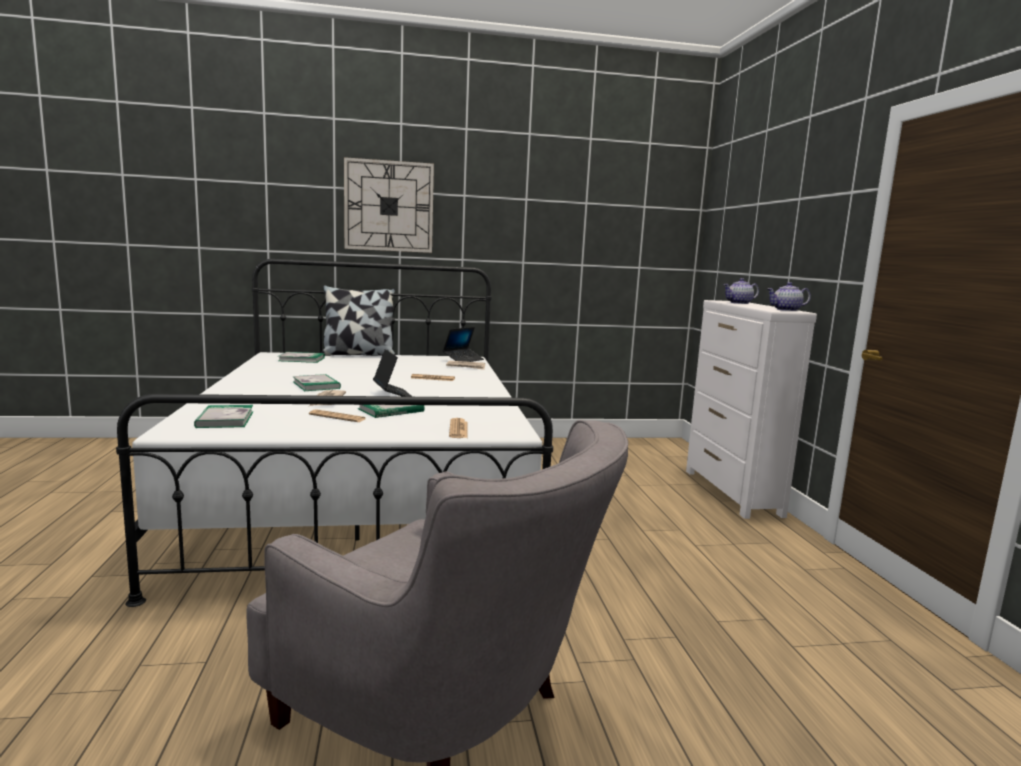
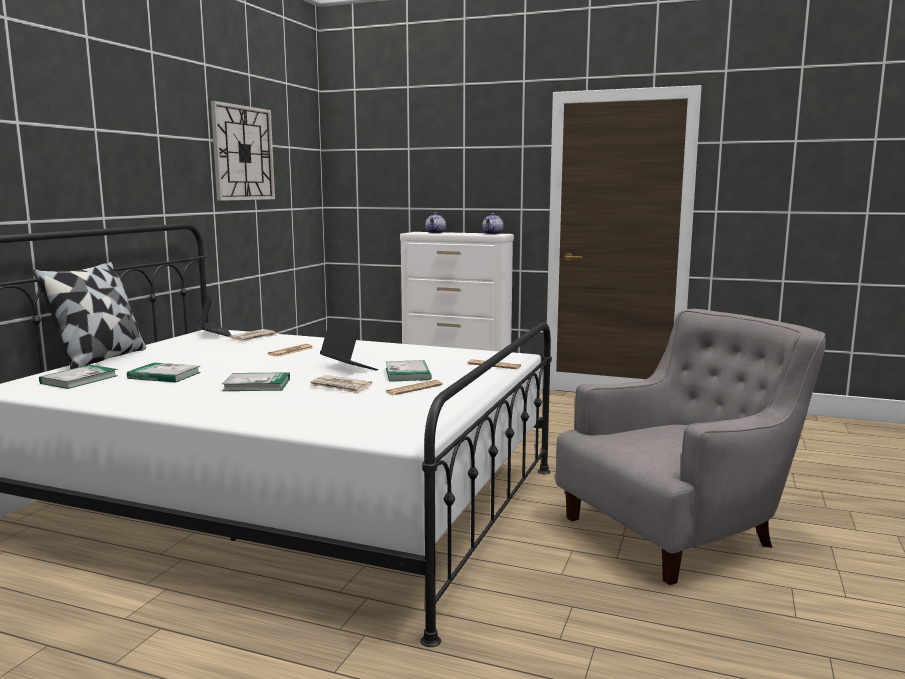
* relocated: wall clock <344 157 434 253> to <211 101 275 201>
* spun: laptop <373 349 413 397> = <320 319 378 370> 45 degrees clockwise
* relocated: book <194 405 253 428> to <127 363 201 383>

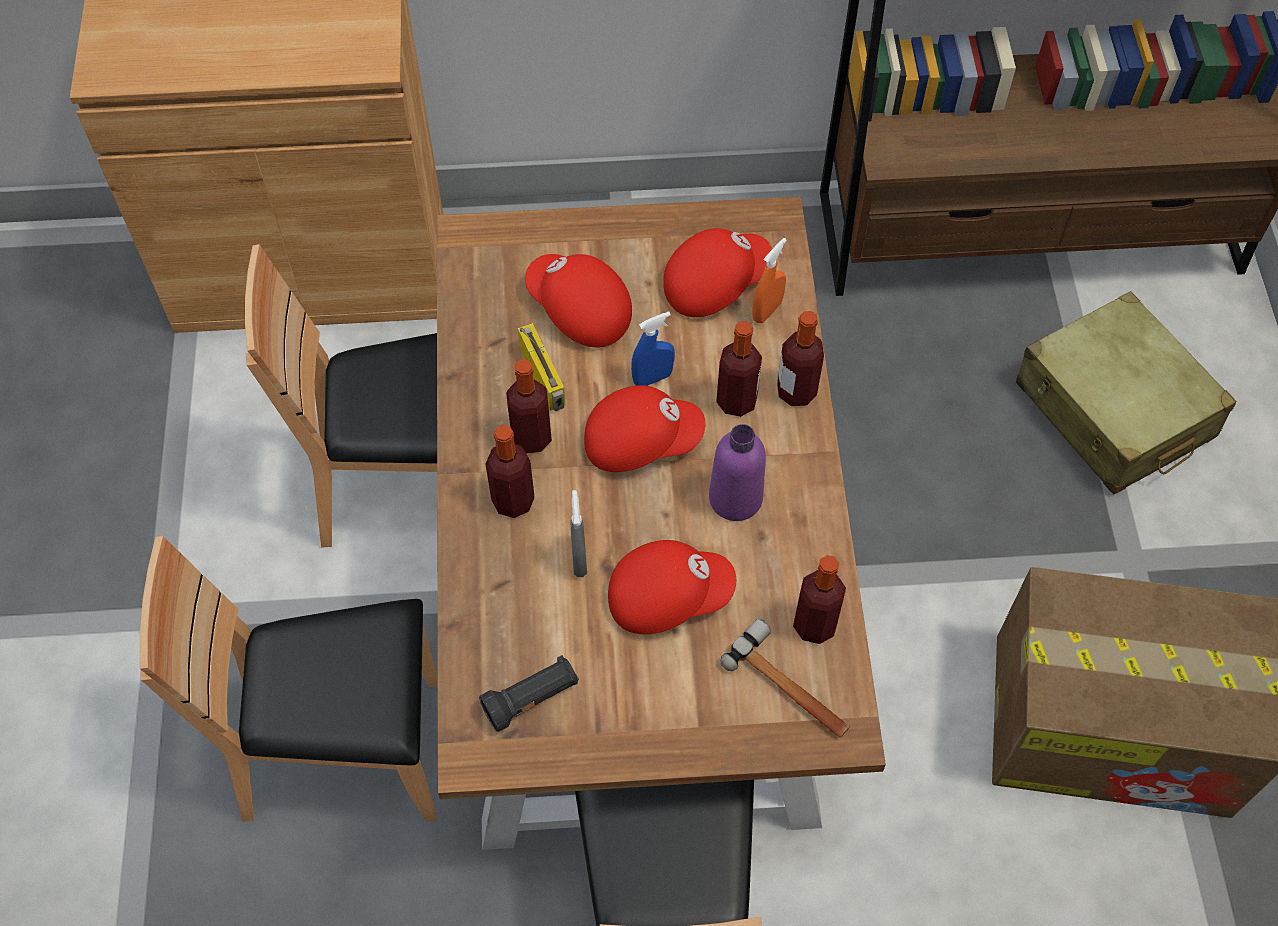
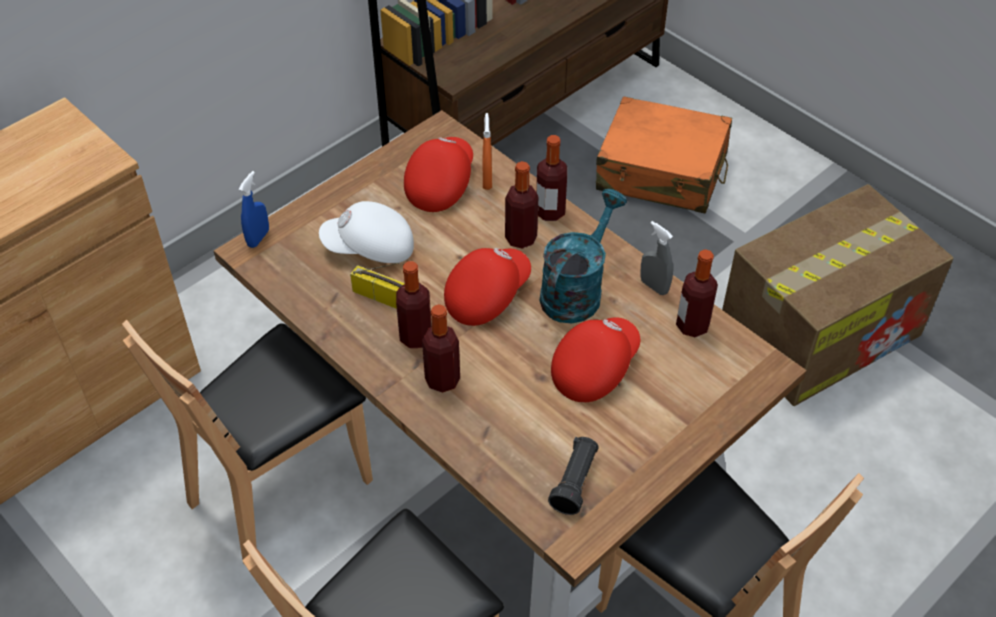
* colour: red cap <525 254 632 348> to white cap <319 201 414 263>
* colour: beige suitcase <1016 291 1237 495> to orange suitcase <596 96 732 213>
* relocated: blue spray bottle <631 312 675 386> to <238 171 269 248>
* exchanged: purple bottle <709 424 766 521> to turquoise watering can <540 189 627 324>
* relocated: grey spray bottle <571 490 587 577> to <640 221 673 295>
* missing: hammer <721 619 849 738>

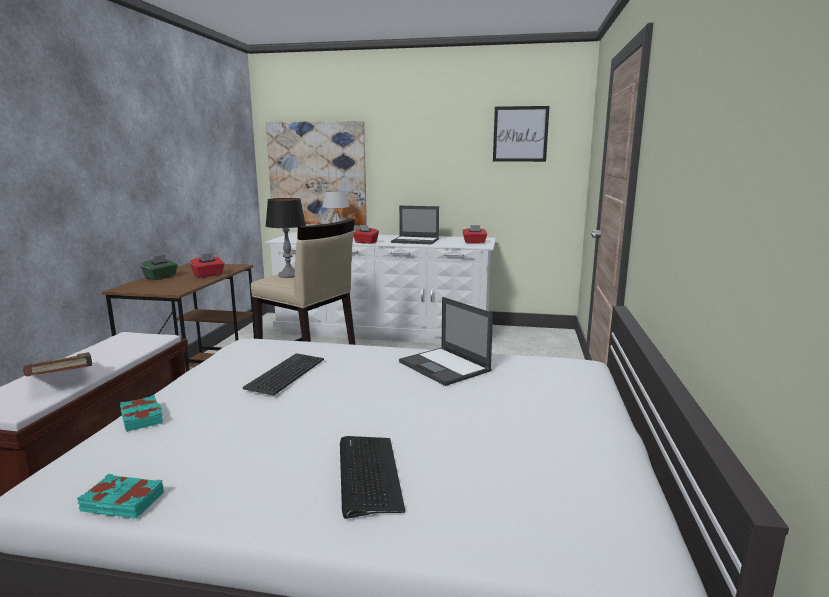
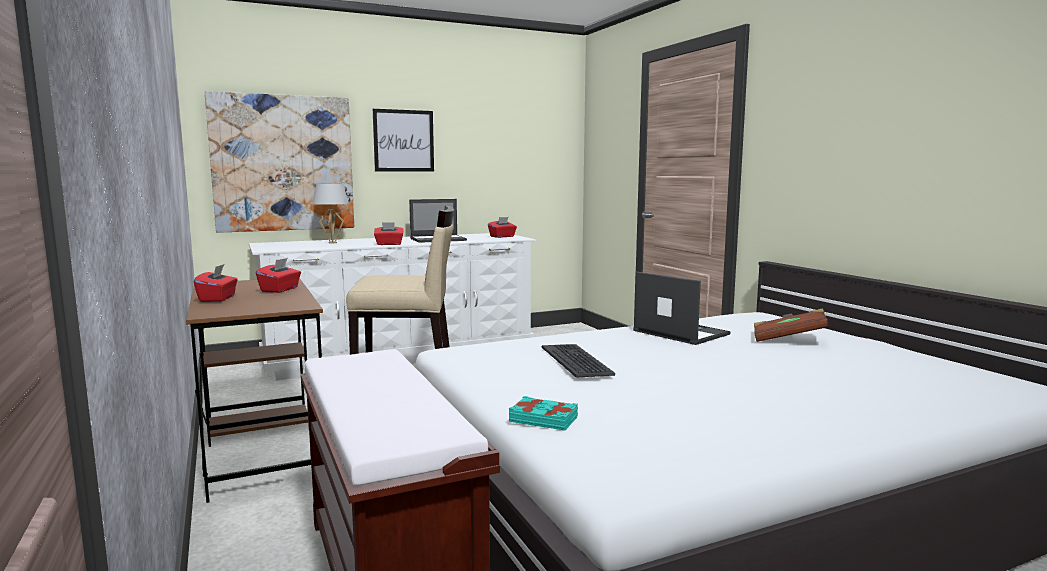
* relocated: picture <493 106 550 162> to <373 109 434 172>
* missing: table lamp <265 198 306 278>
* colour: green tissue box <140 255 178 280> to red tissue box <194 264 238 302>
* spun: laptop <399 297 493 386> = <633 272 731 345> 150 degrees counterclockwise
* relocated: brown book <23 352 92 377> to <754 308 829 342>
* missing: keyboard <340 436 405 519>
* missing: turquoise book <77 474 164 519>

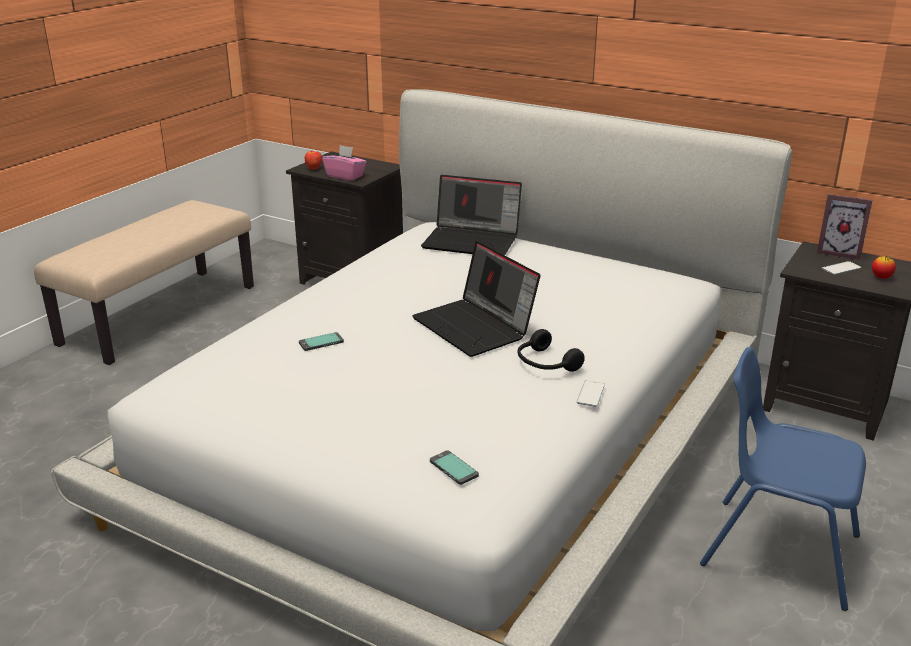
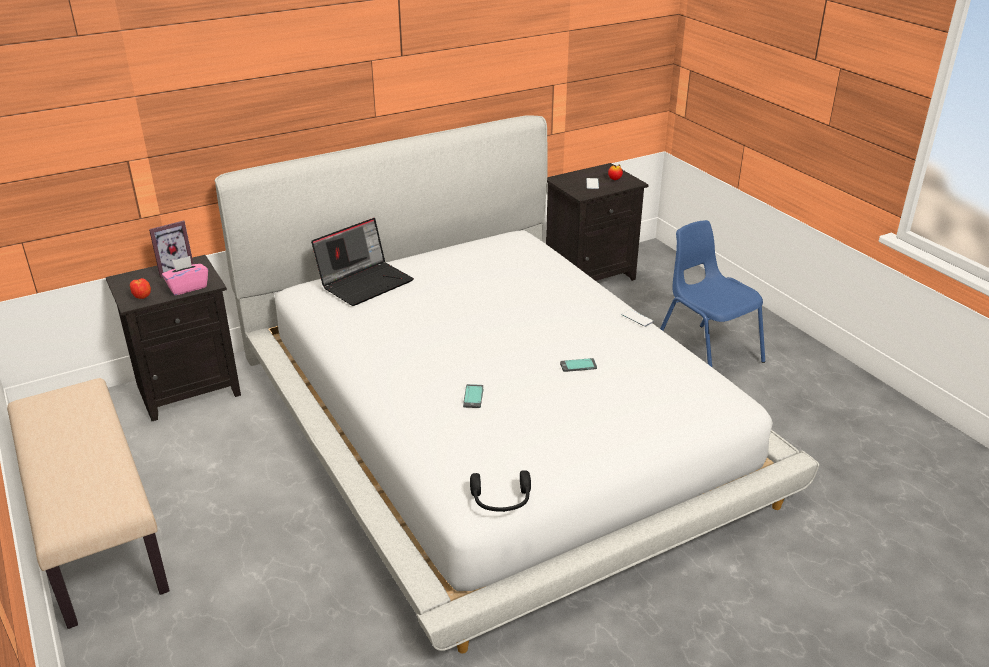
* relocated: picture frame <817 194 873 260> to <149 220 193 278>
* missing: laptop <412 241 540 357>
* relocated: black headphones <517 329 585 372> to <470 470 531 512>
* spun: blue chair <700 347 866 611> = <660 220 765 367> 90 degrees clockwise
* relocated: phone <430 450 479 485> to <560 358 597 372>

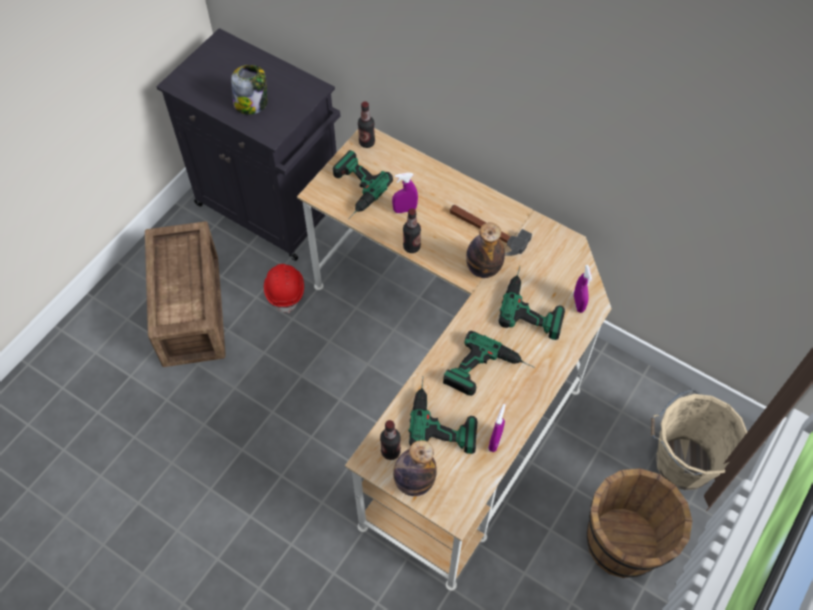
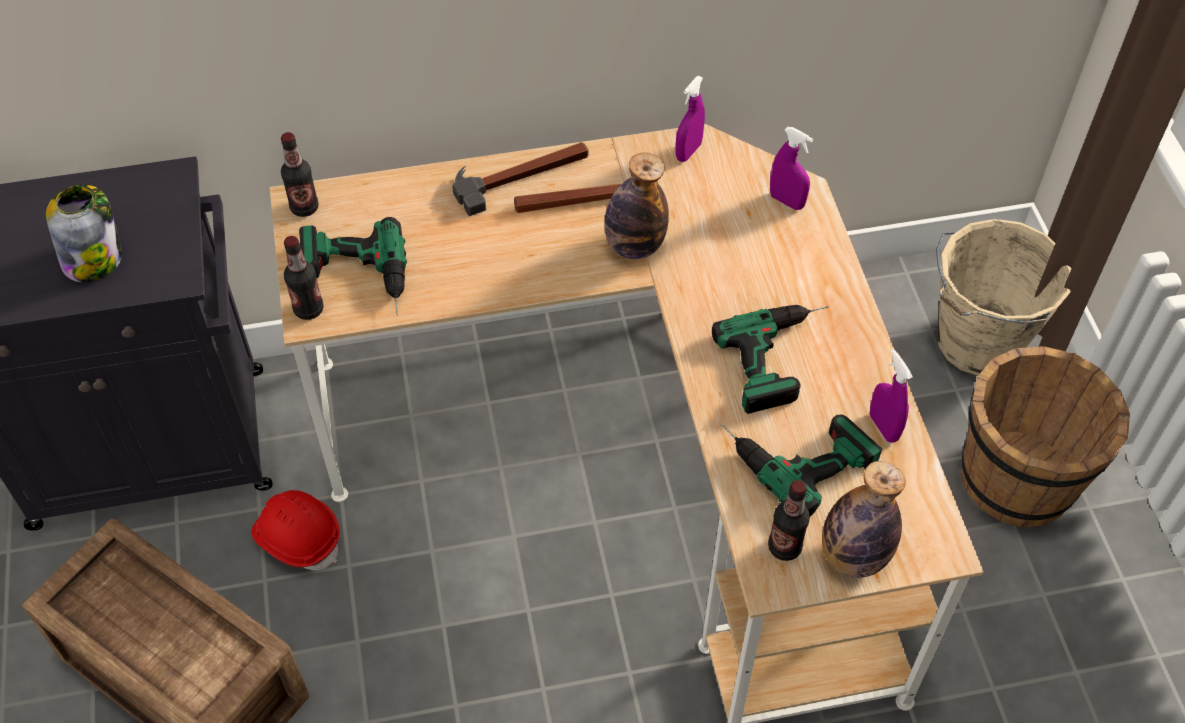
* relocated: purple spray bottle <392 173 418 213> to <675 76 705 162>
* relocated: bottle <403 208 421 253> to <284 236 324 320>
* missing: power drill <499 266 565 340>
* appeared: hammer <452 142 589 216>

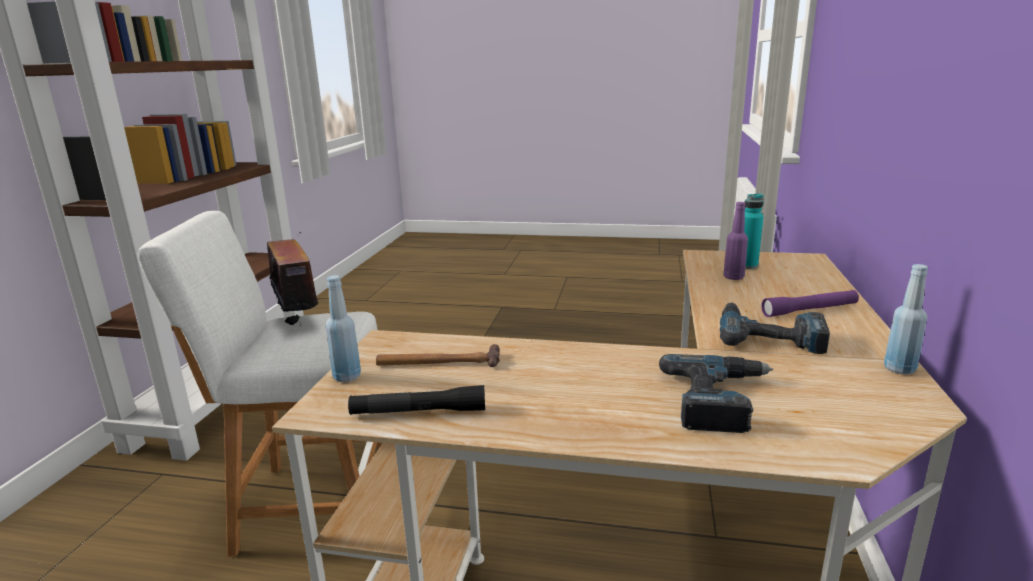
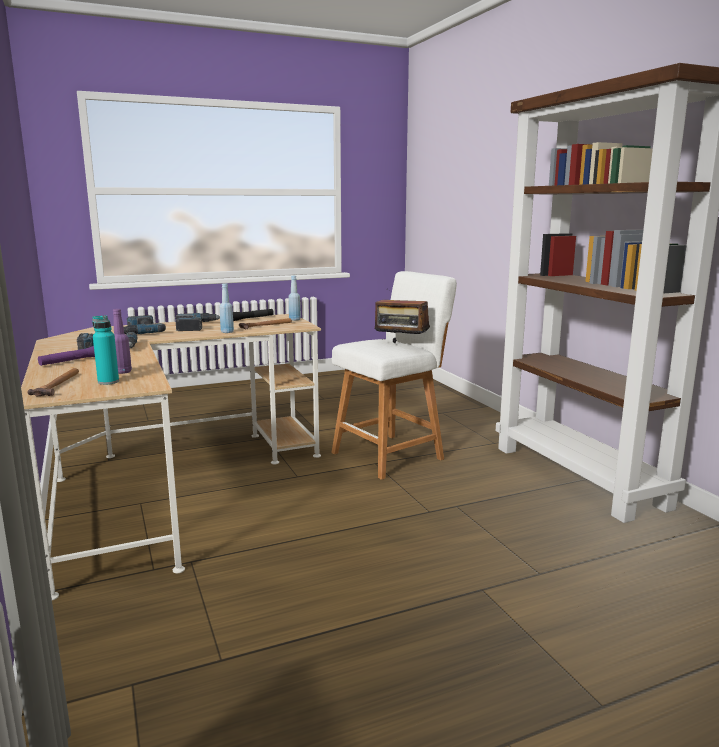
* relocated: blue bottle <884 264 928 374> to <220 283 234 333>
* appeared: power drill <175 313 220 331>
* appeared: hammer <28 368 79 396>

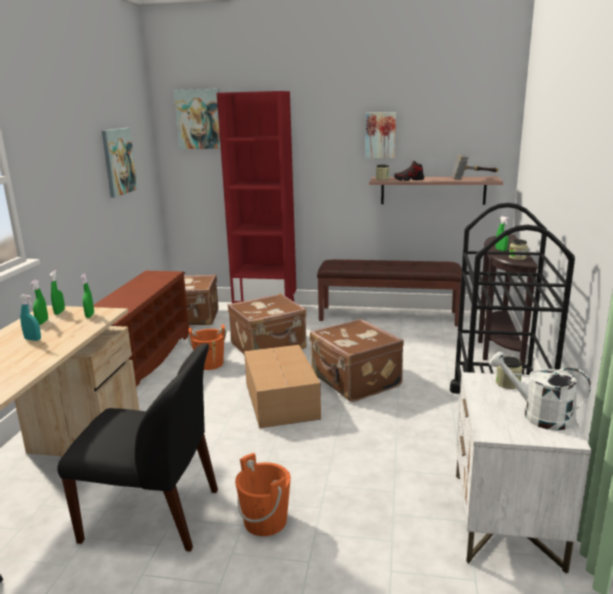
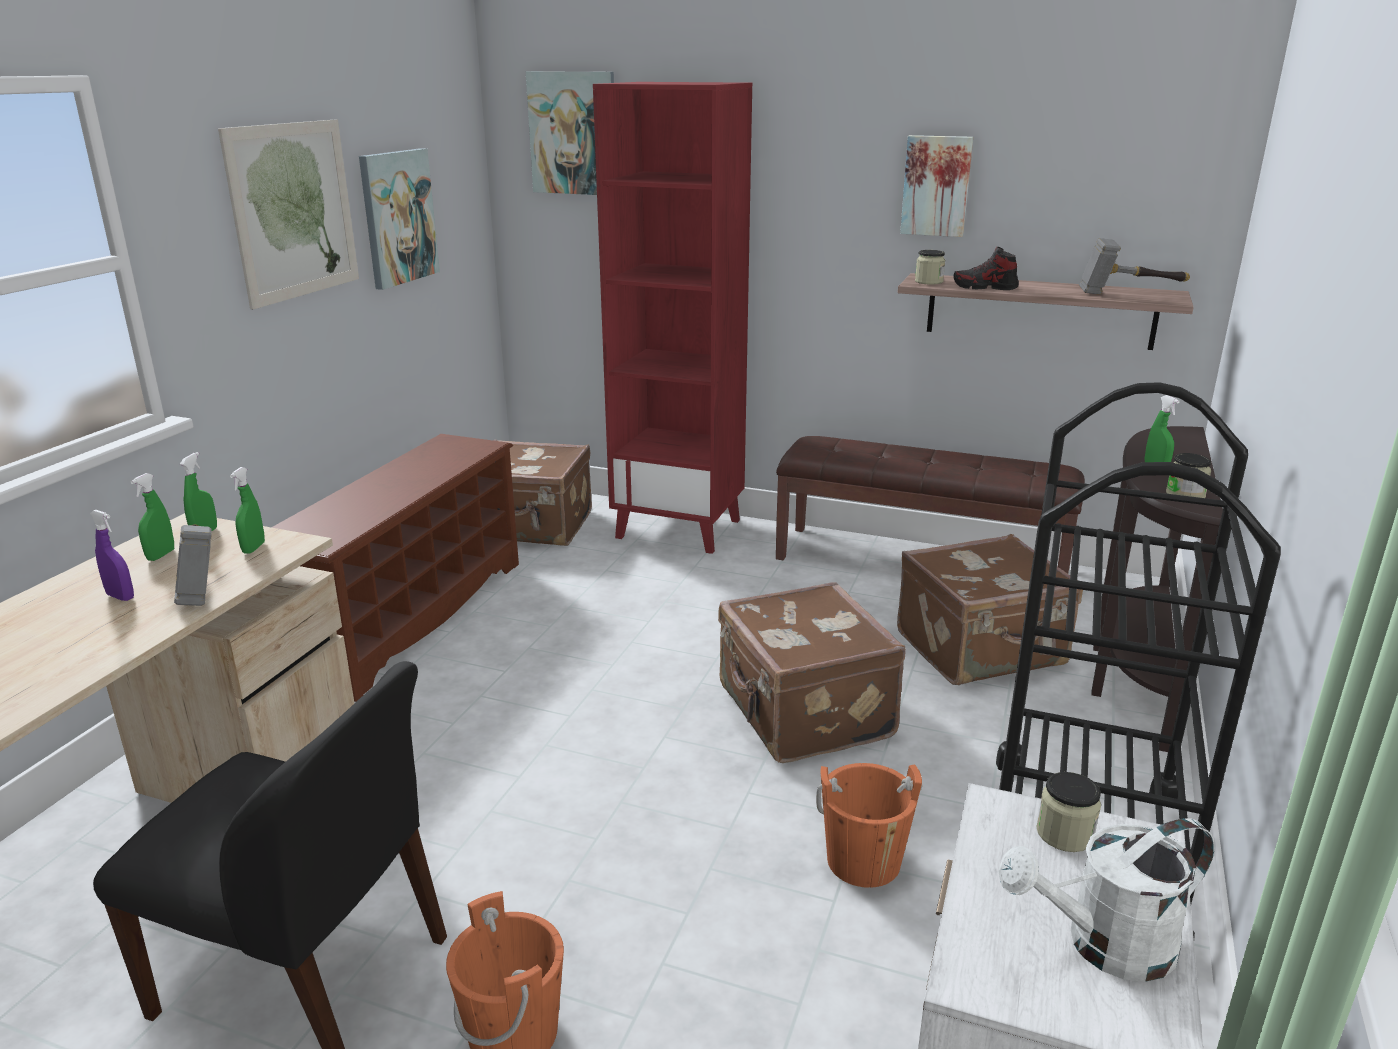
* relocated: brown suitcase <227 293 307 355> to <897 534 1083 685>
* colour: turquoise spray bottle <19 294 41 341> to purple spray bottle <90 510 134 601>
* relocated: orange bucket <188 324 226 370> to <816 763 922 888>
* missing: cardboard box <244 345 321 429>
* spun: white watering can <489 351 591 430> = <998 818 1215 982> 60 degrees counterclockwise
* appeared: picture <218 119 359 310>
* appeared: hammer <174 524 212 606>

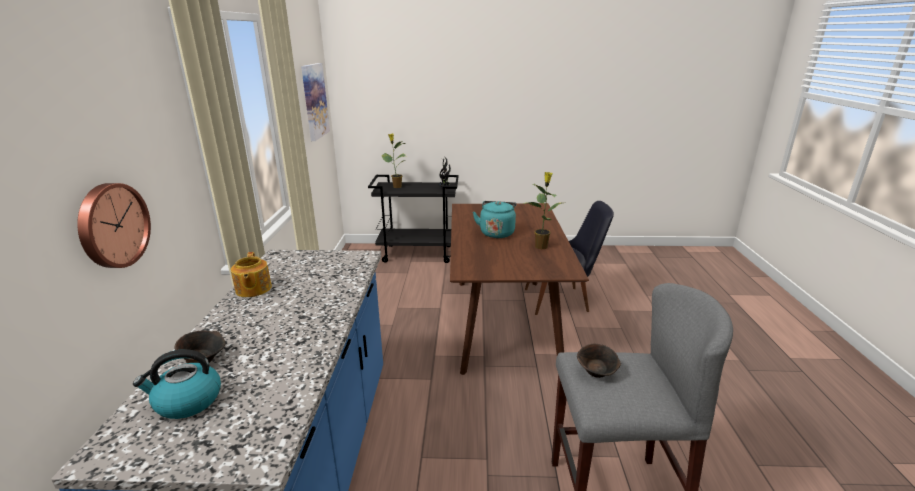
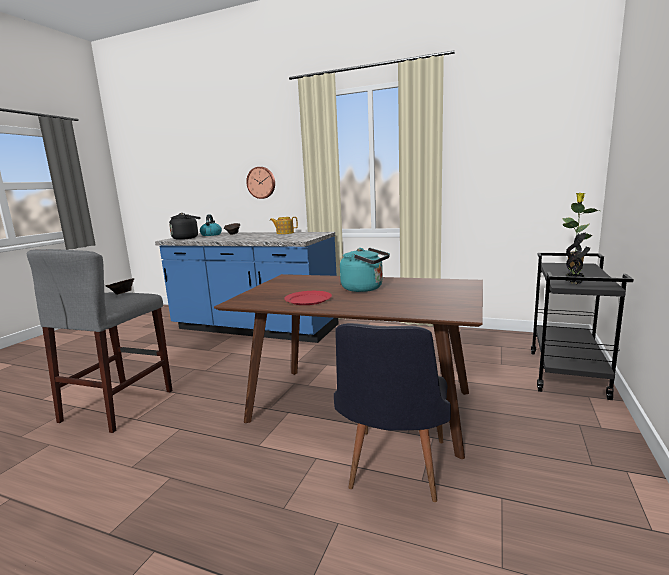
* missing: picture <301 63 330 141>
* exchanged: potted plant <524 172 562 249> to red plate <284 291 332 305>
* appeared: black kettle <169 213 200 240>

